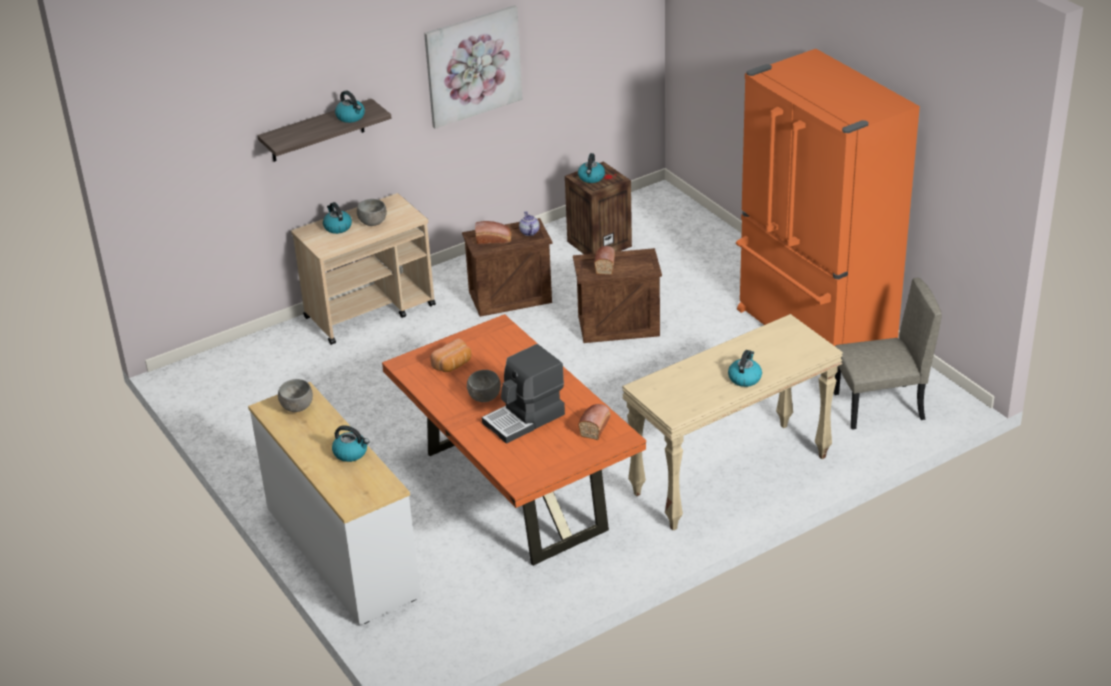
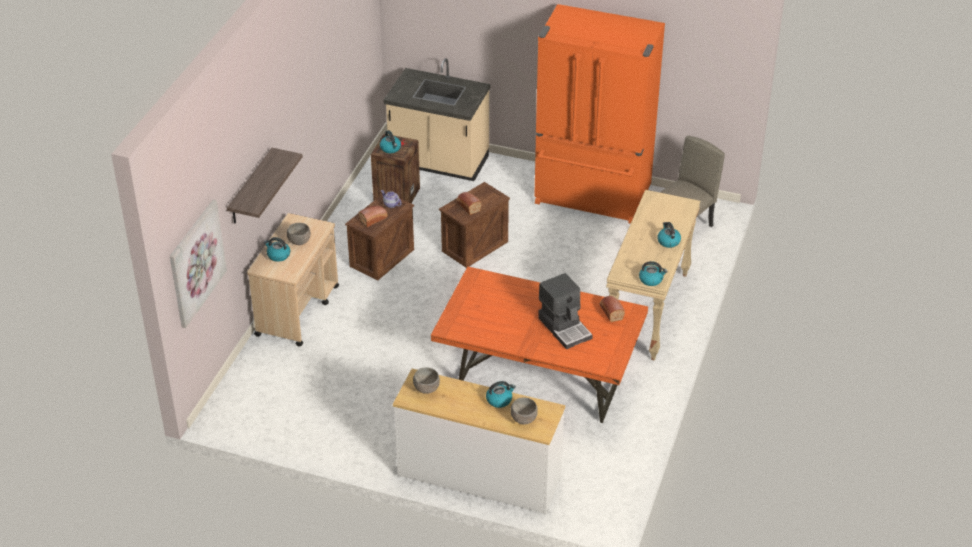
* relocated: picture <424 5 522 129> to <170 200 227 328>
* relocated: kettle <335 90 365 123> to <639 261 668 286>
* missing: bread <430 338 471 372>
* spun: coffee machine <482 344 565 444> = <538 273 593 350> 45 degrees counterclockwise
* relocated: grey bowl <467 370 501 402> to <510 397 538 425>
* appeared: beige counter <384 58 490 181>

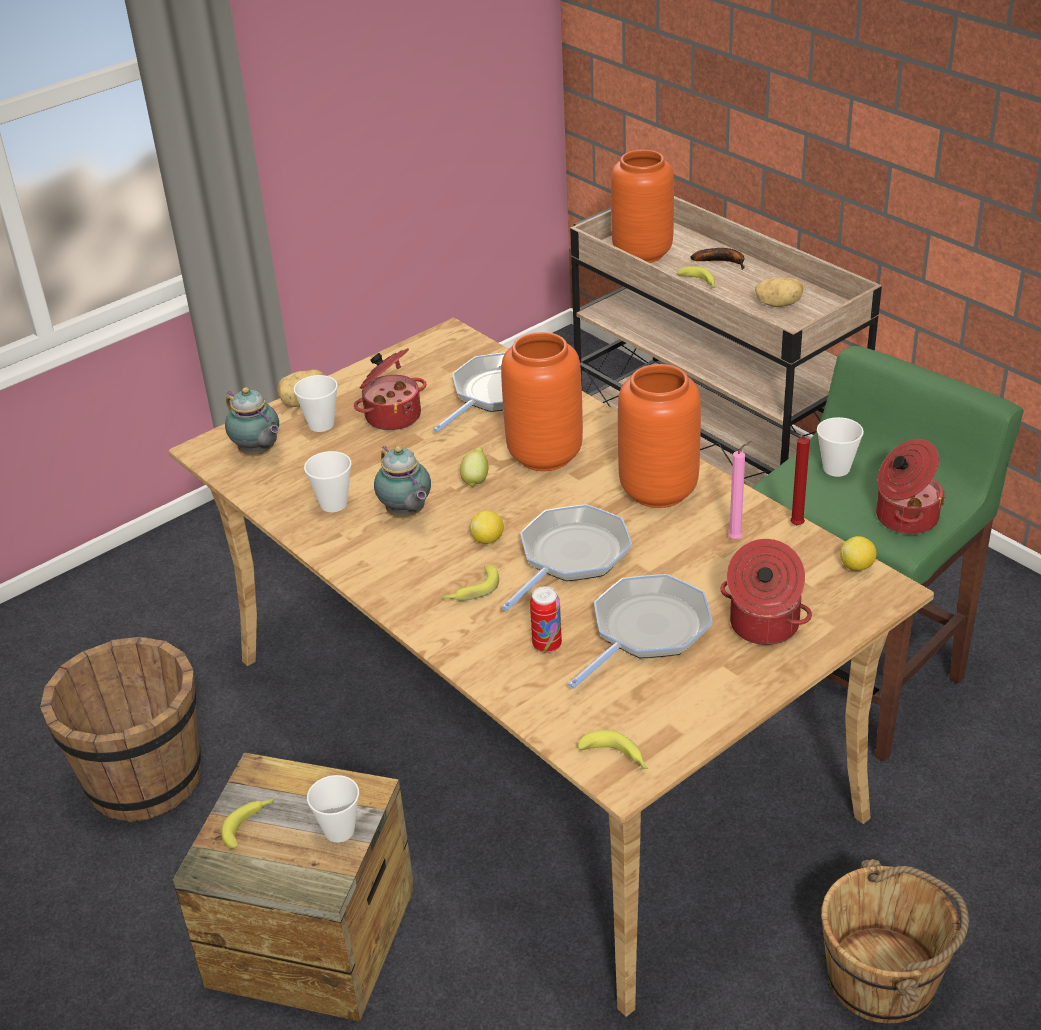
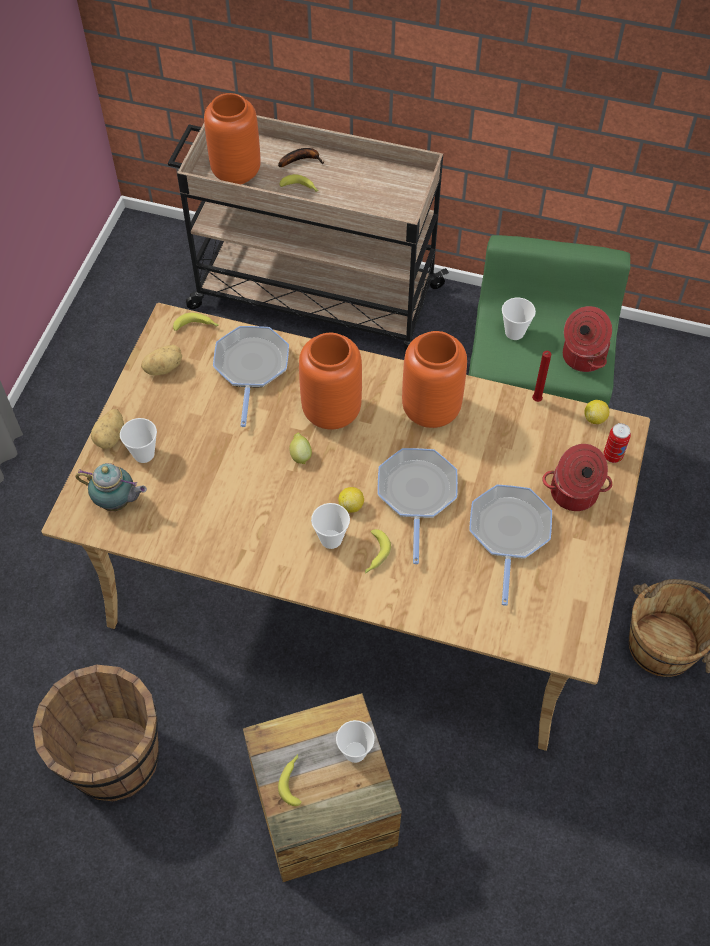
* relocated: potato <755 278 803 307> to <141 345 182 375>
* missing: cooking pot <354 348 427 430>
* missing: pink candle <728 441 751 539>
* missing: teapot <374 446 431 517>
* relocated: cup <304 451 352 512> to <311 503 350 549>
* relocated: can <530 586 562 653> to <603 423 631 463>
* relocated: banana <578 730 648 770> to <173 313 219 331>

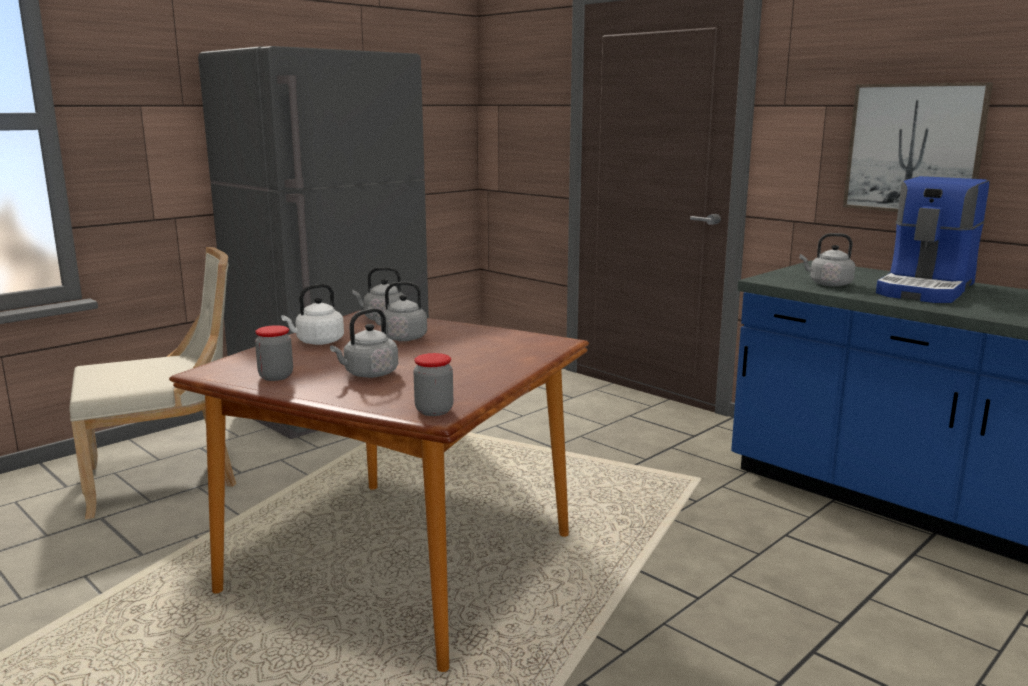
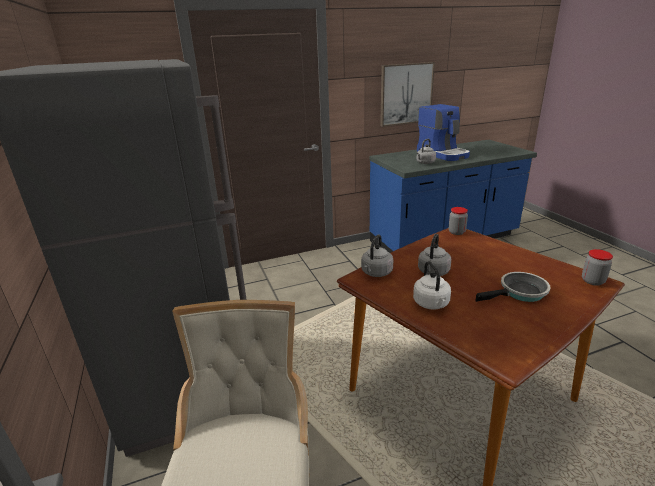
* exchanged: grey kettle <330 308 398 378> to frying pan <476 272 551 302>
* relocated: jar <255 325 293 381> to <449 207 468 235>

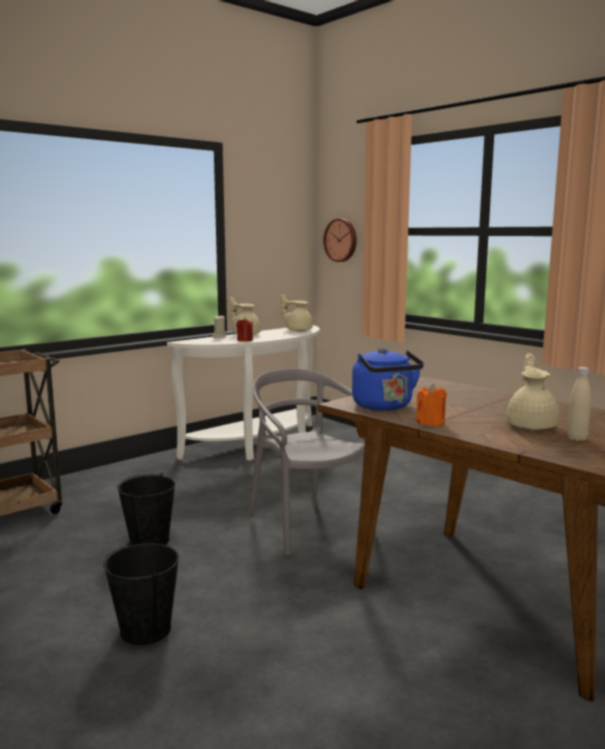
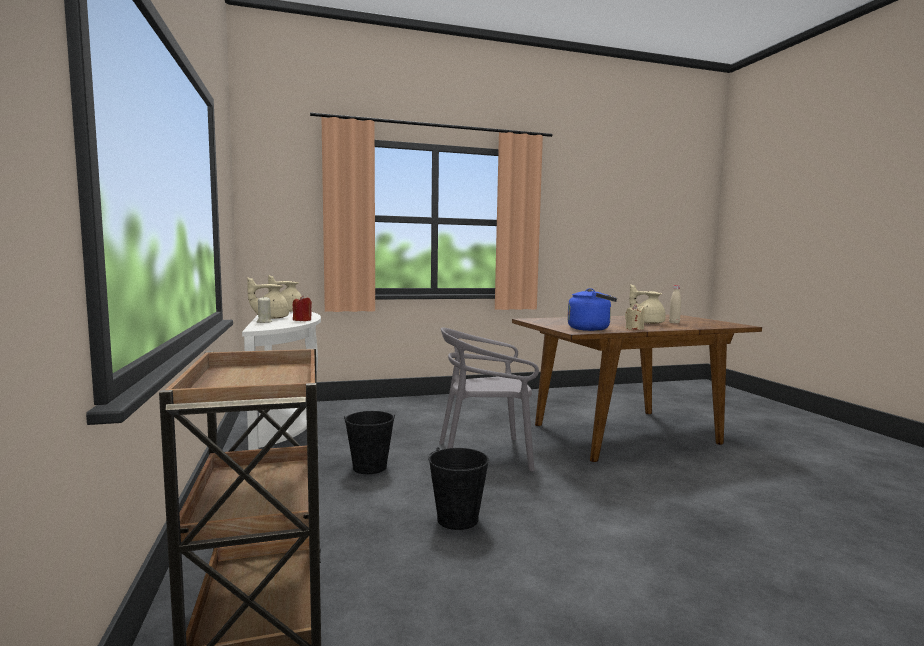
* missing: wall clock <323 219 357 262>
* colour: orange candle <416 384 447 426> to beige candle <625 304 645 330>
* relocated: black bucket <103 542 179 645> to <344 411 395 474>

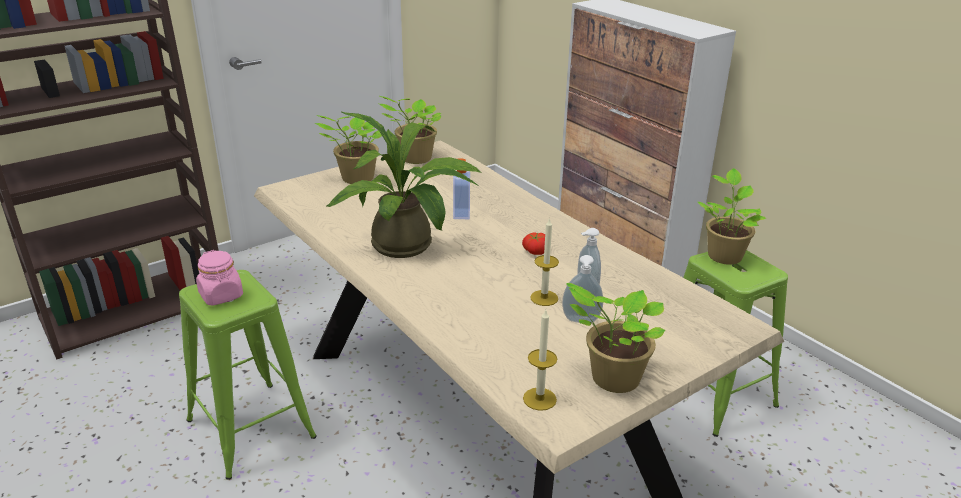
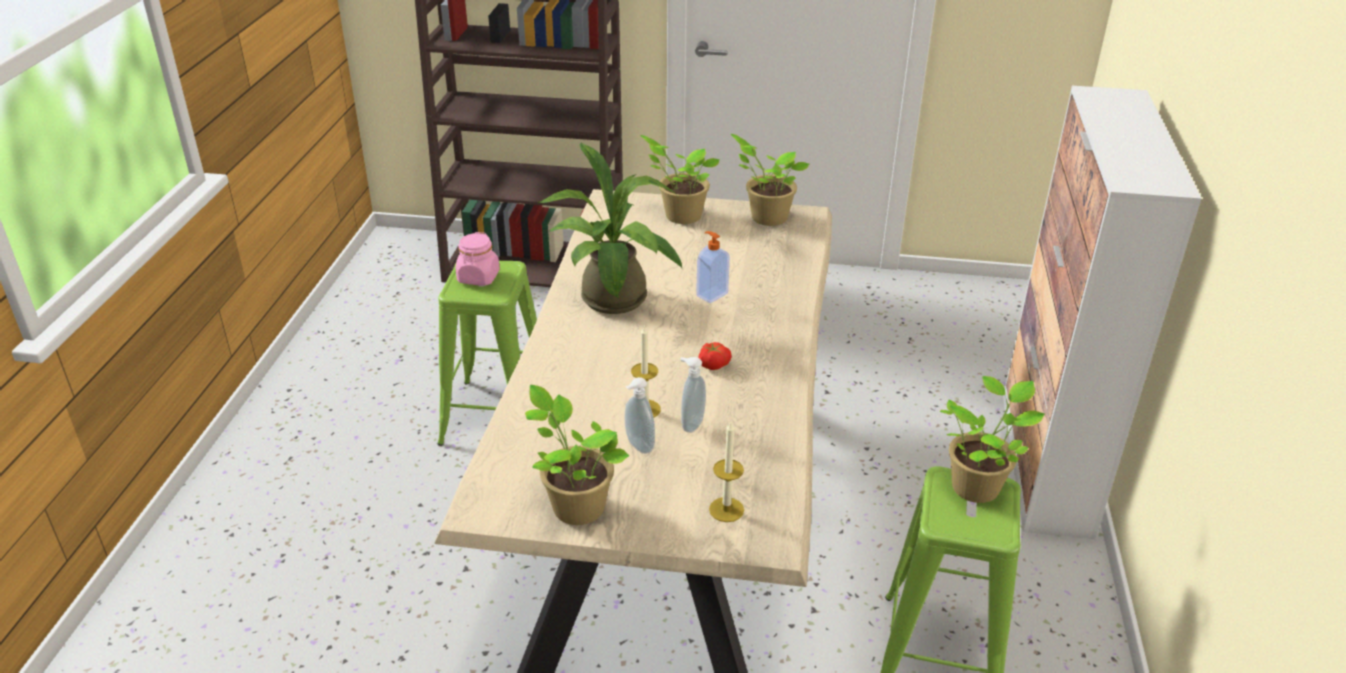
* relocated: candle <523 310 557 411> to <709 422 744 522>

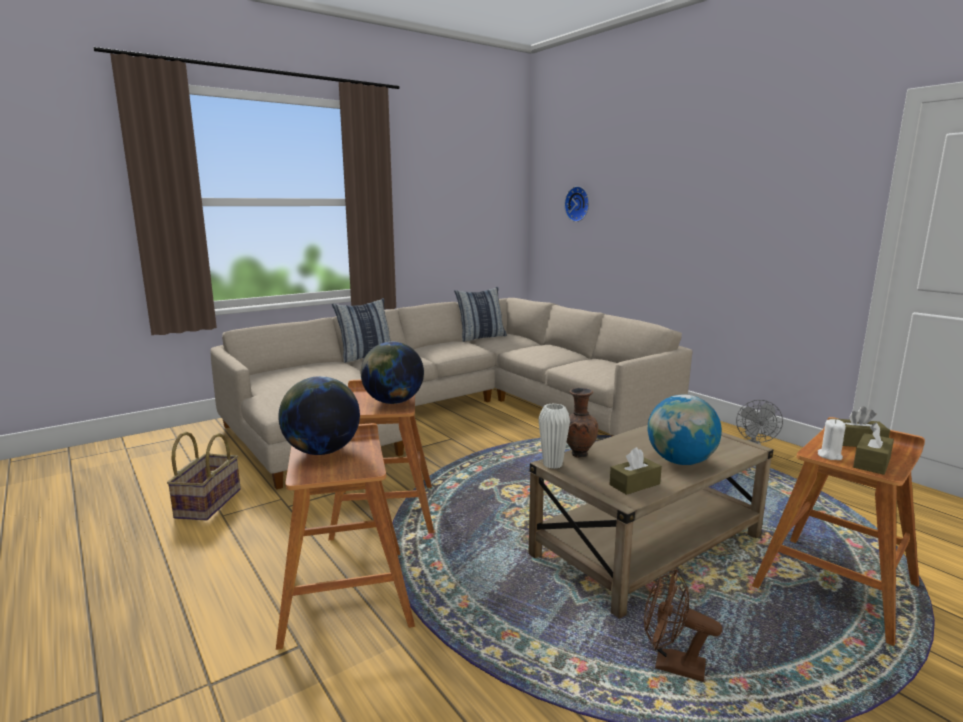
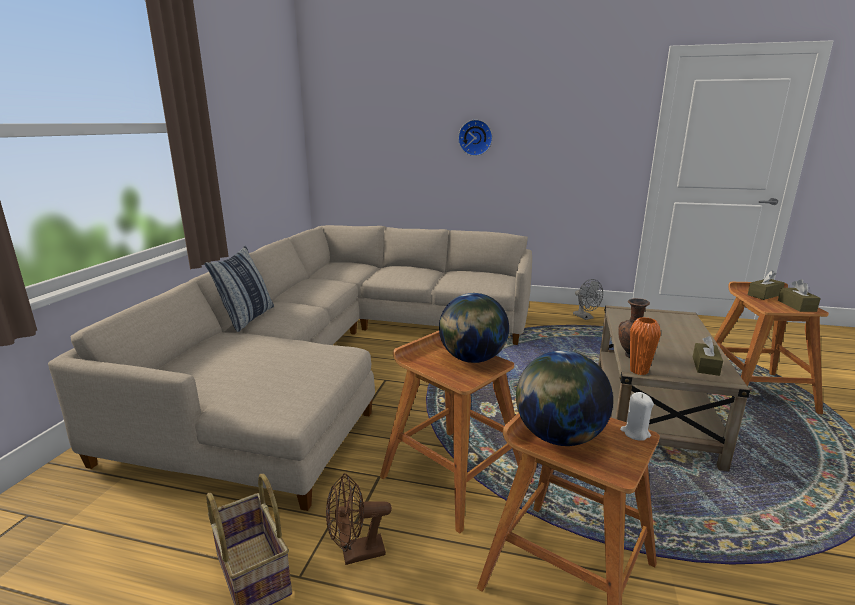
* relocated: wall clock <564 186 589 222> to <458 119 493 156>
* missing: pillow <454 287 507 342>
* missing: globe <648 394 722 465>
* colour: white vase <539 403 570 469> to orange vase <630 317 661 375>
* relocated: white candle <818 419 846 460> to <620 392 654 441>
* relocated: brown fan <644 569 722 682> to <326 473 392 565>

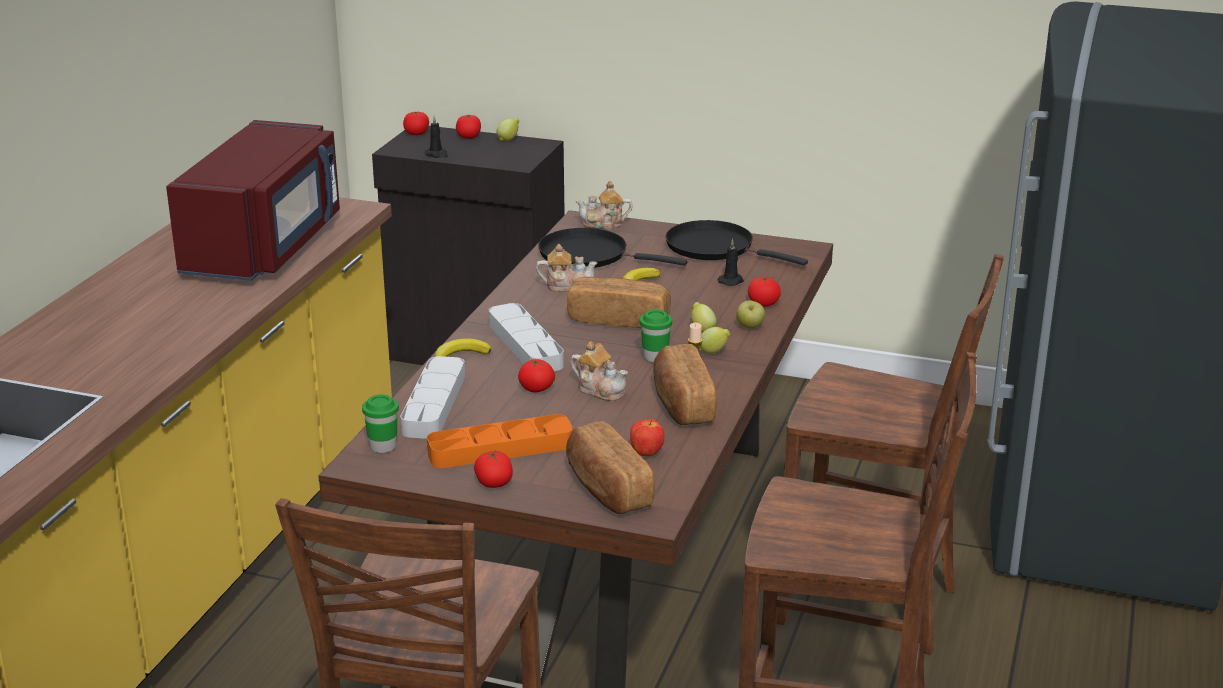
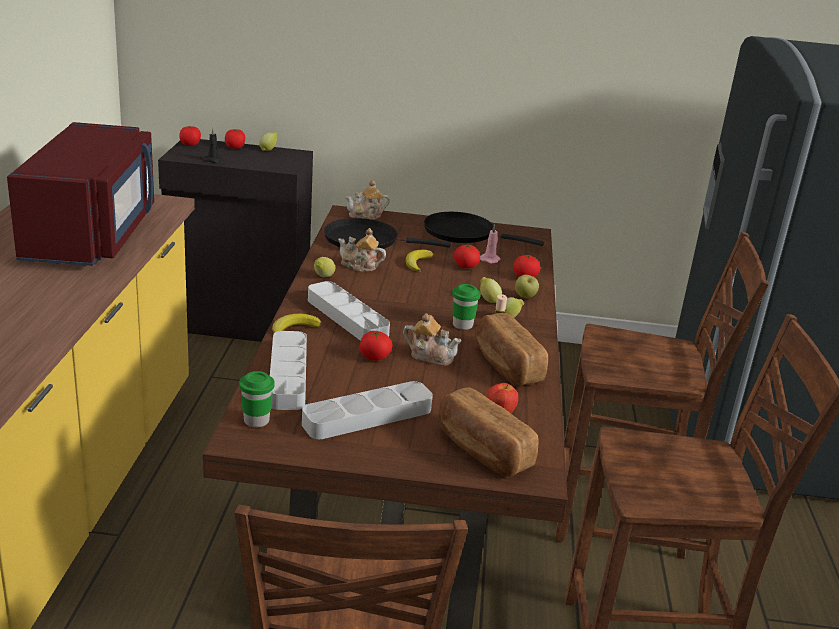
* colour: black candle <717 238 744 286> to pink candle <480 224 500 263>
* spun: teapot <536 244 597 292> = <338 228 386 272> 150 degrees counterclockwise
* missing: bread <567 277 671 328>
* colour: orange tray <427 414 573 468> to grey tray <302 381 433 439>
* relocated: tomato <474 450 513 488> to <454 244 480 268>
* appeared: lemon <314 257 335 277>

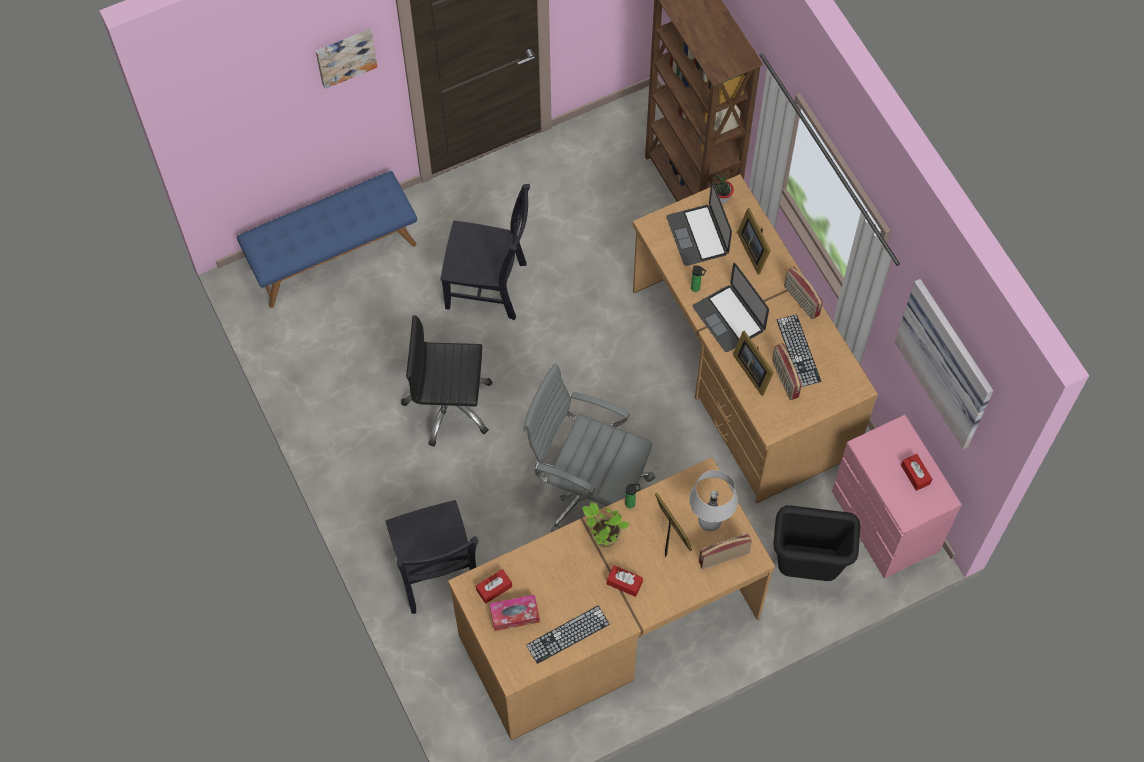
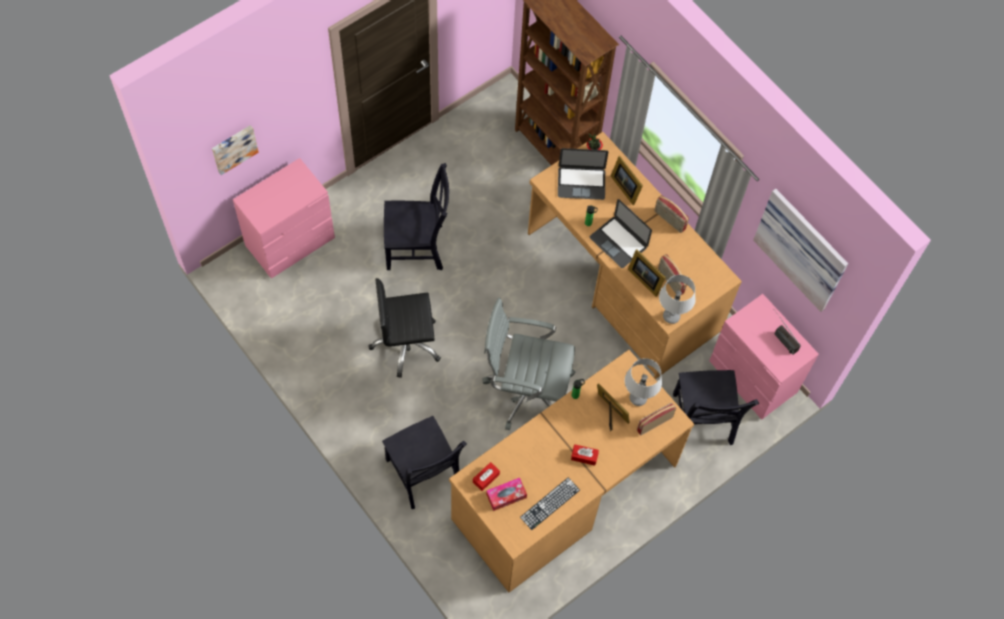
* relocated: picture <316 29 377 89> to <212 125 259 175>
* exchanged: blue bench <237 171 417 308> to pink dresser <233 158 335 279>
* spun: laptop <667 182 732 266> = <558 148 608 200> 60 degrees counterclockwise
* missing: keyboard <777 314 821 387>
* exchanged: red tissue box <901 454 932 491> to radio <775 312 800 355>
* missing: potted plant <582 502 629 548>
* exchanged: black trash can <773 505 860 581> to black chair <673 370 759 445>
* appeared: grey table lamp <659 275 696 324>

